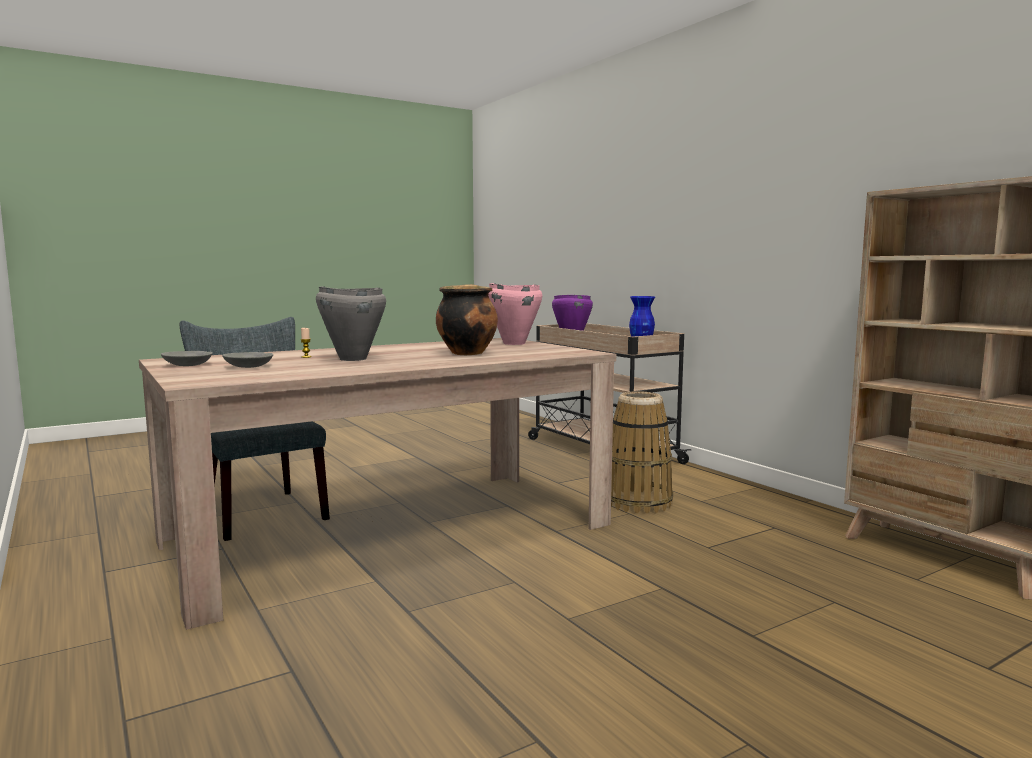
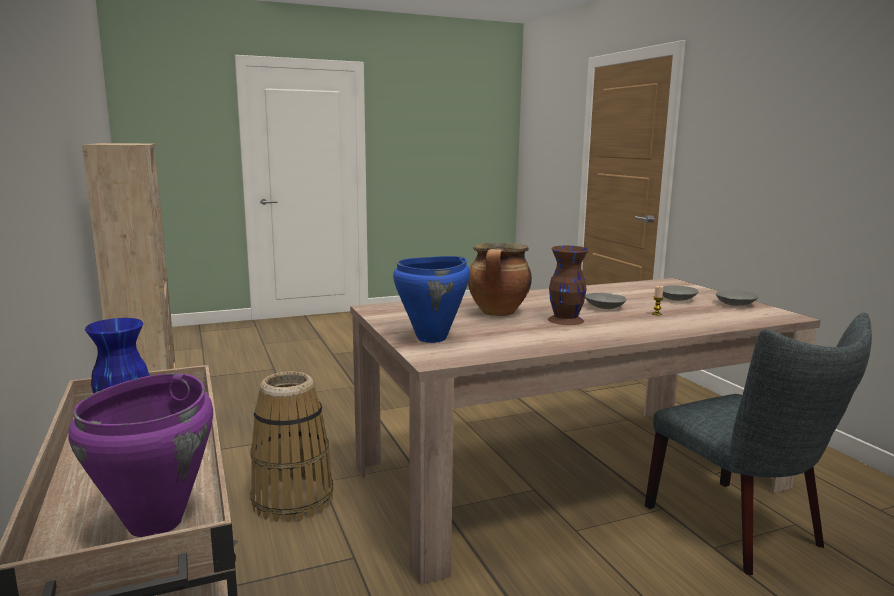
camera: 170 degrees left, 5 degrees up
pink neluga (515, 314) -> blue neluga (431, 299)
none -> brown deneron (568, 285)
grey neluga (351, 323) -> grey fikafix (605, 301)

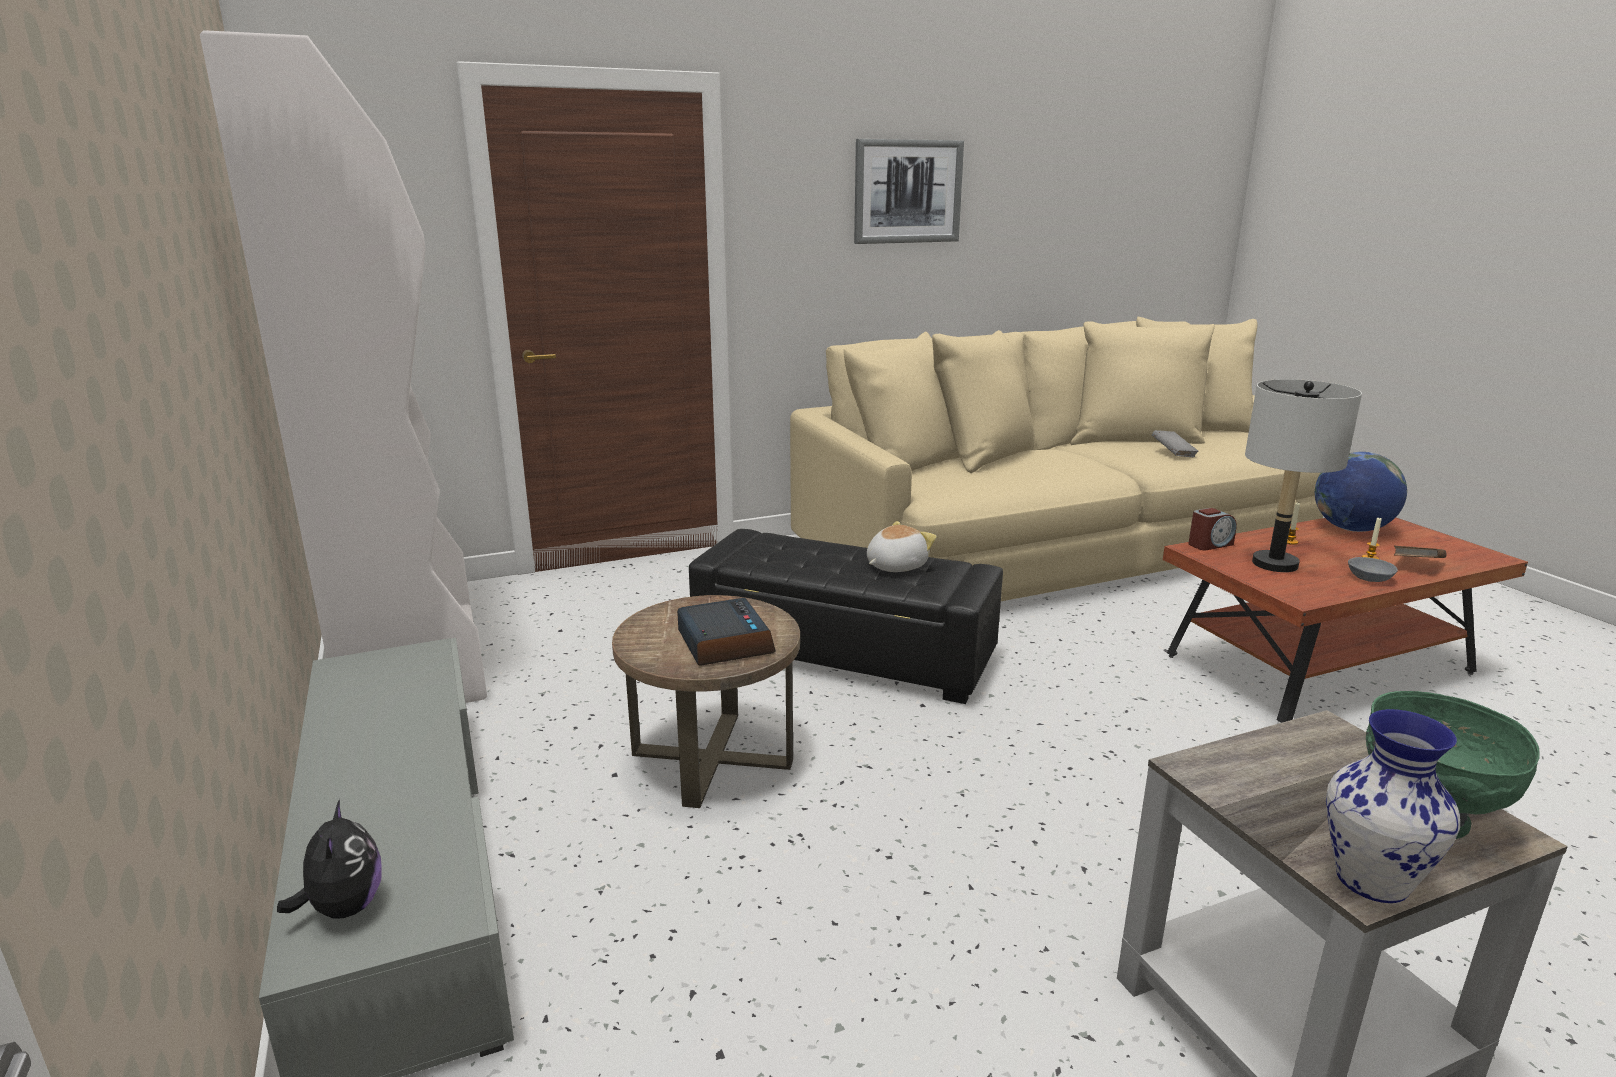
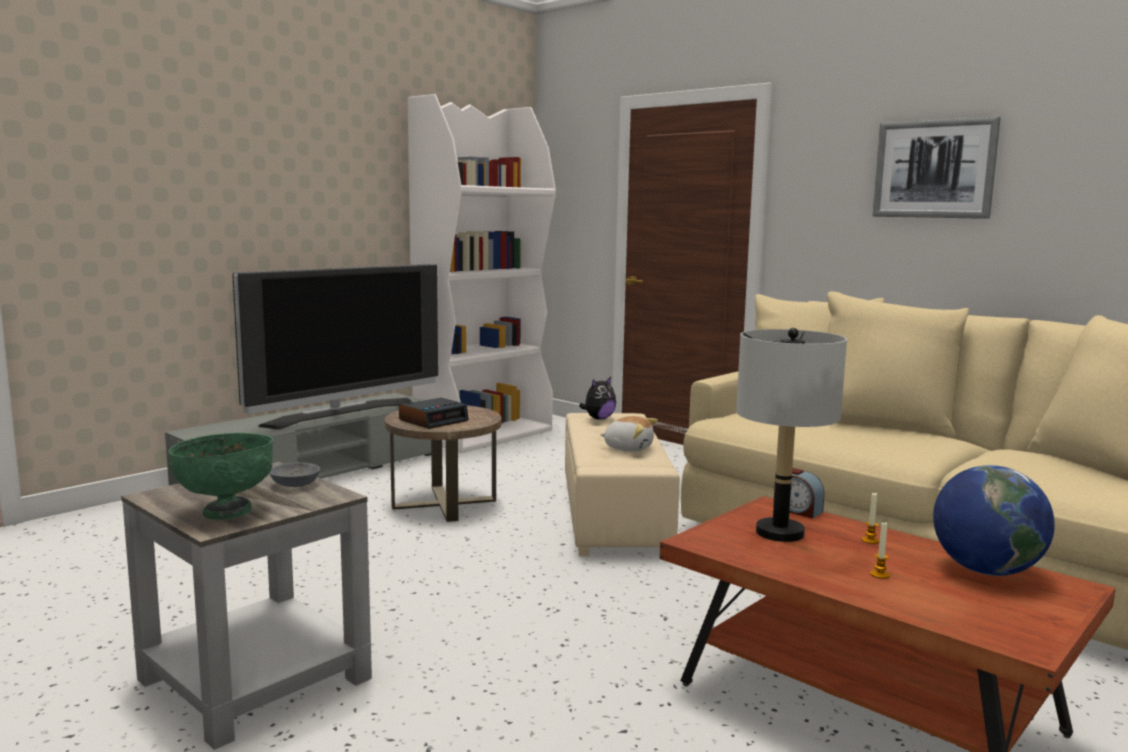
camera: 65 degrees right, 10 degrees down
none -> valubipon (335, 346)
grey fikafix (1373, 569) -> grey fikafix (295, 474), move
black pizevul (846, 616) -> beige pizevul (622, 484)
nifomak (329, 859) -> nifomak (597, 398), move
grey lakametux (1175, 443) -> none
deneron (1393, 806) -> none
brown lakametux (1420, 552) -> none

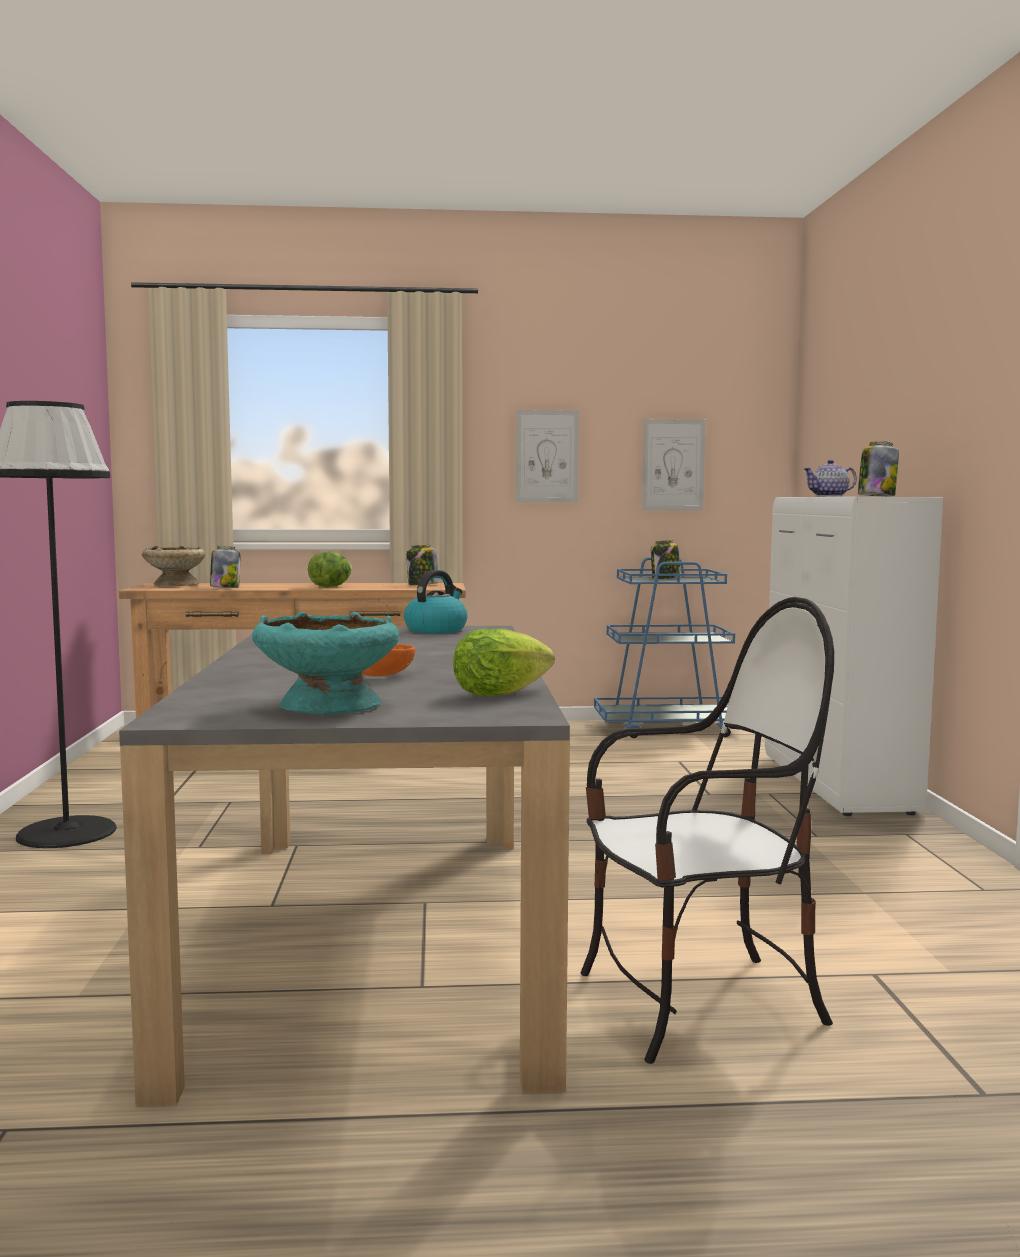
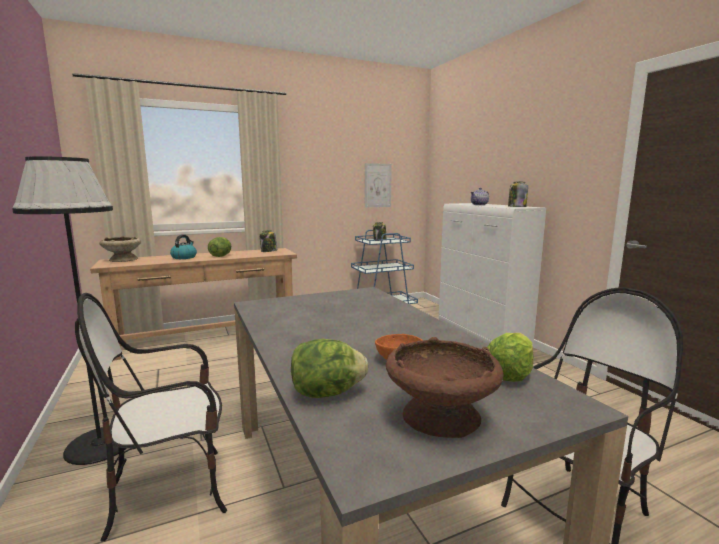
camera: 20 degrees left, 5 degrees up
none -> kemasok (151, 417)
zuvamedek (436, 602) -> zuvamedek (183, 246), move
none -> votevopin (329, 368)
turquoise fikafix (325, 663) -> brown fikafix (444, 387)
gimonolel (225, 567) -> none
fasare (547, 456) -> none

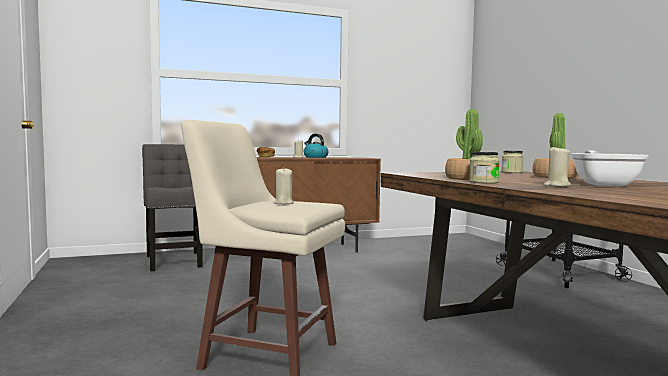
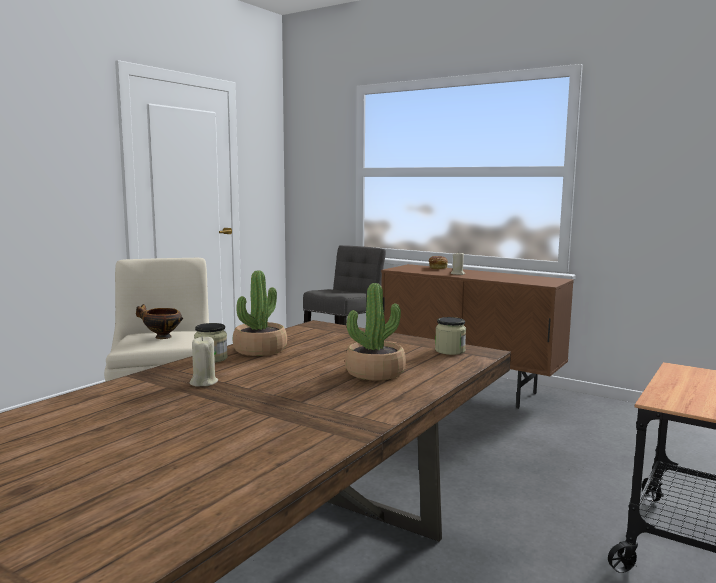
camera: 55 degrees right, 5 degrees up
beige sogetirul (283, 185) -> fikafix (159, 321)
zuvamedek (316, 146) -> none
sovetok (610, 168) -> none

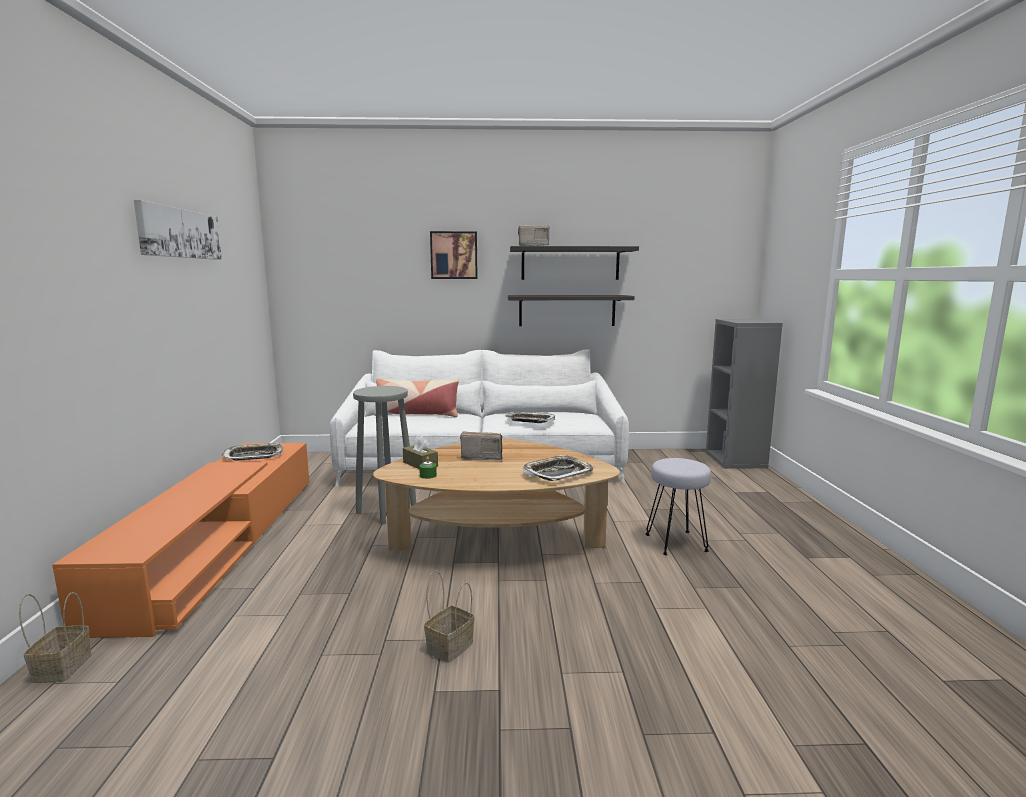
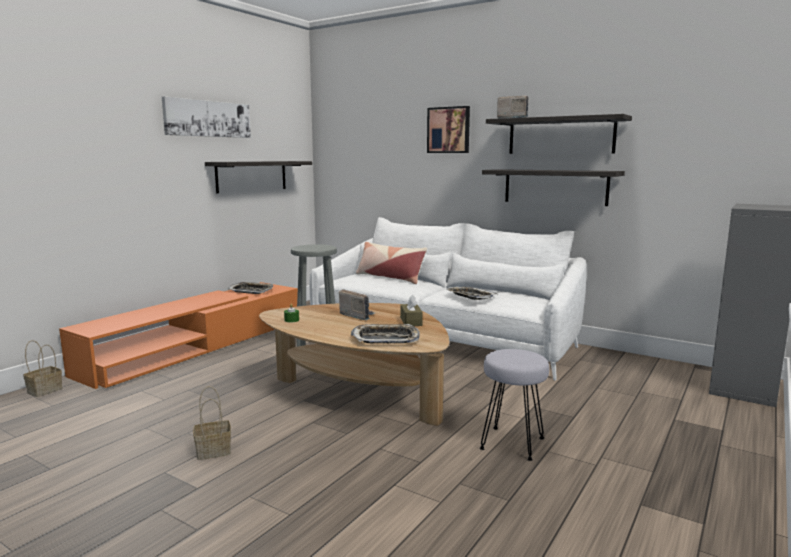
camera: 35 degrees right, 0 degrees up
none -> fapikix (258, 177)
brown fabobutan (420, 452) -> brown fabobutan (411, 310), move

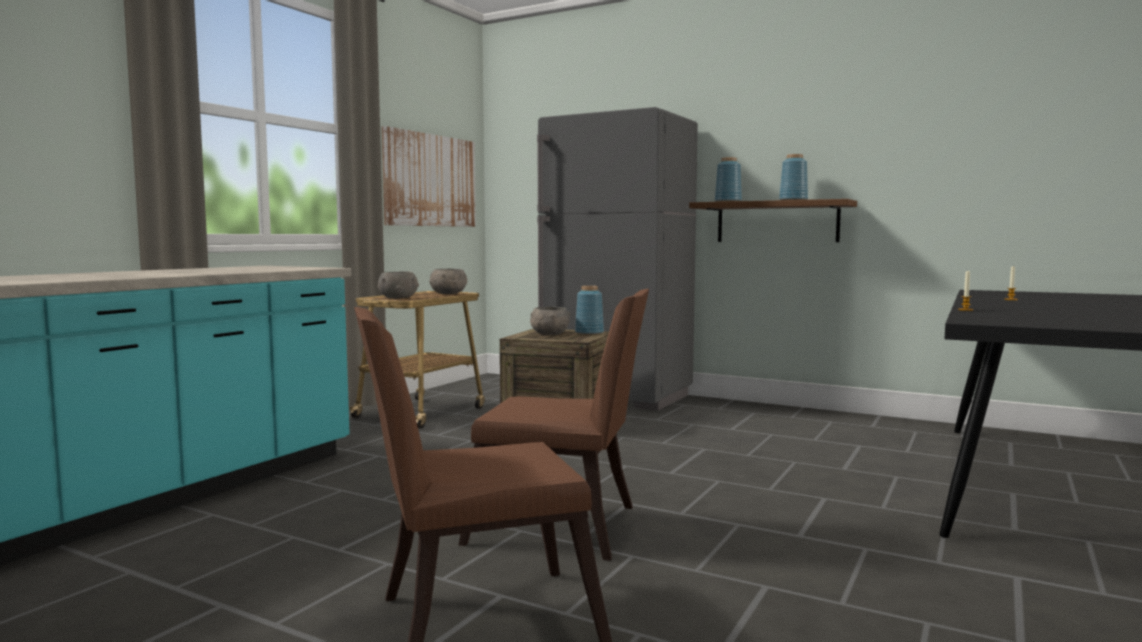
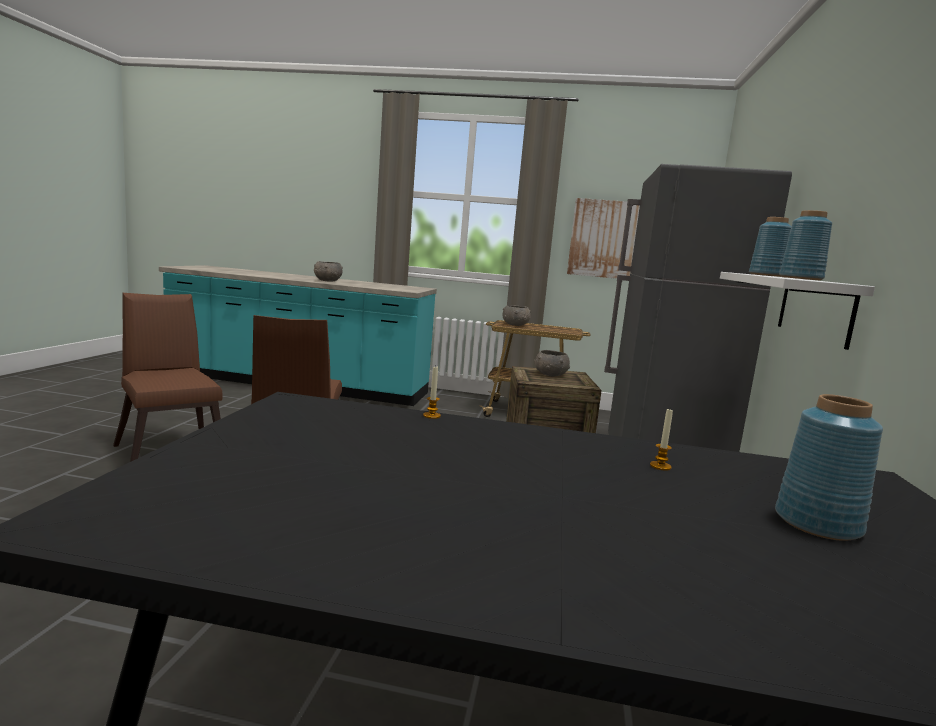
camera: 70 degrees right, 5 degrees up
grey fikafix (448, 281) -> grey fikafix (328, 271), move
brown fapikix (773, 220) -> white fapikix (797, 311)
blue deneron (589, 310) -> blue deneron (829, 467), move

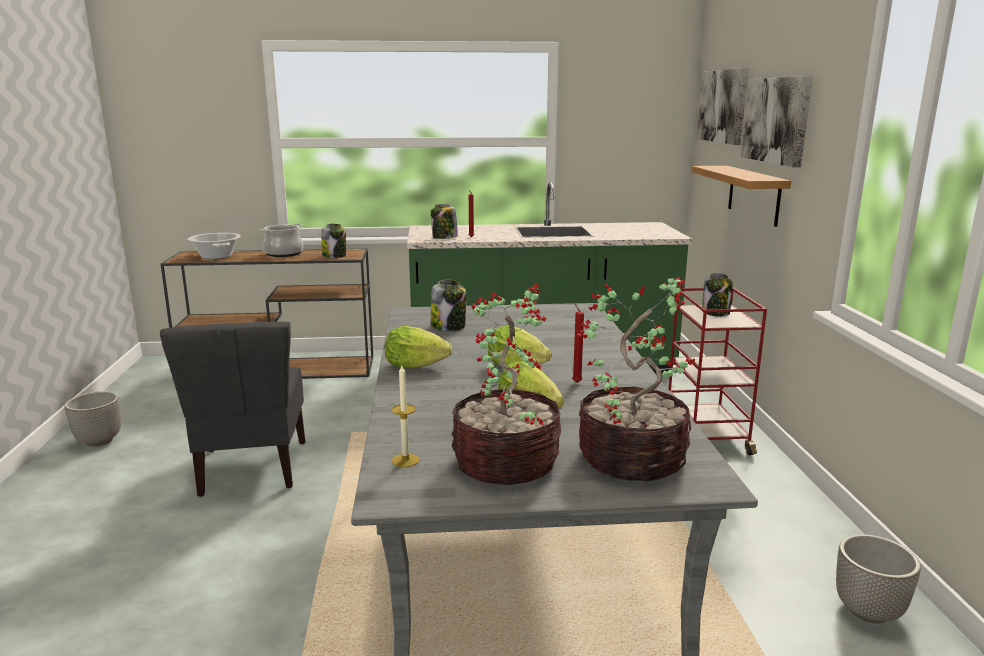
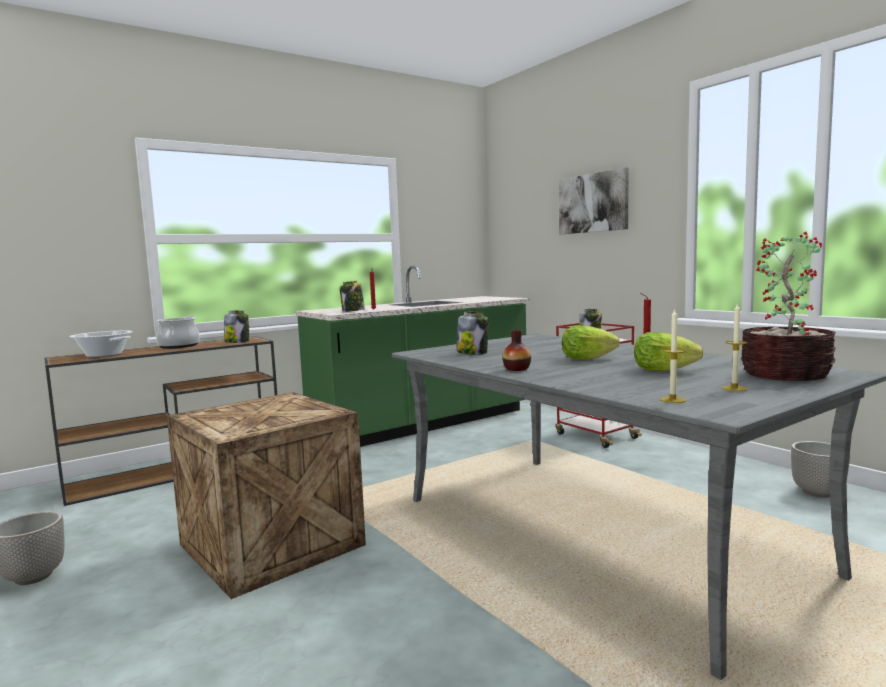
camera: 30 degrees left, 10 degrees down
grey kemasok (232, 409) -> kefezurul (266, 495)
votevopin (418, 347) -> deneron (516, 350)
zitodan (506, 384) -> sogetirul (734, 346)
fapikix (741, 196) -> none
fasare (722, 106) -> none

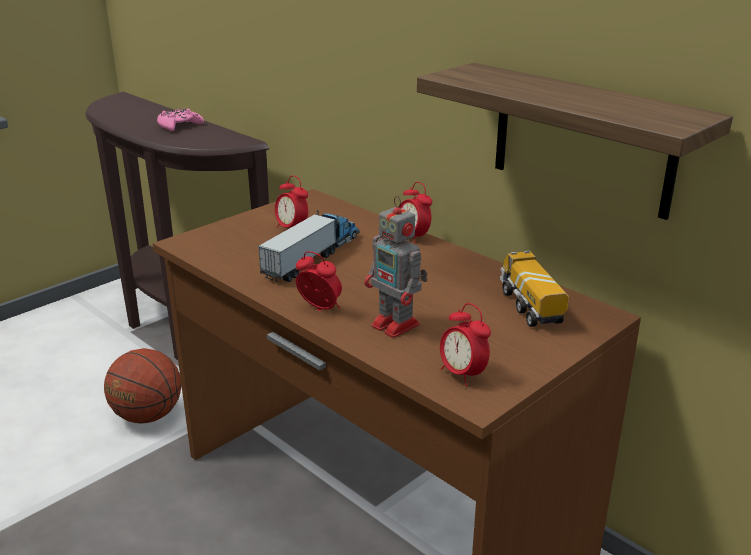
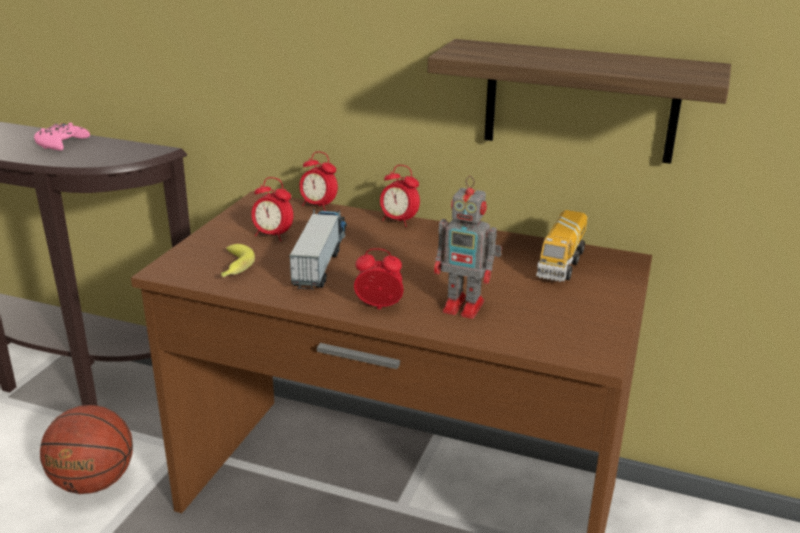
camera: 25 degrees left, 0 degrees up
none -> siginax (238, 260)
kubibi (465, 344) -> kubibi (318, 181), move
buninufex (534, 289) -> buninufex (562, 246), 120 degrees counterclockwise

